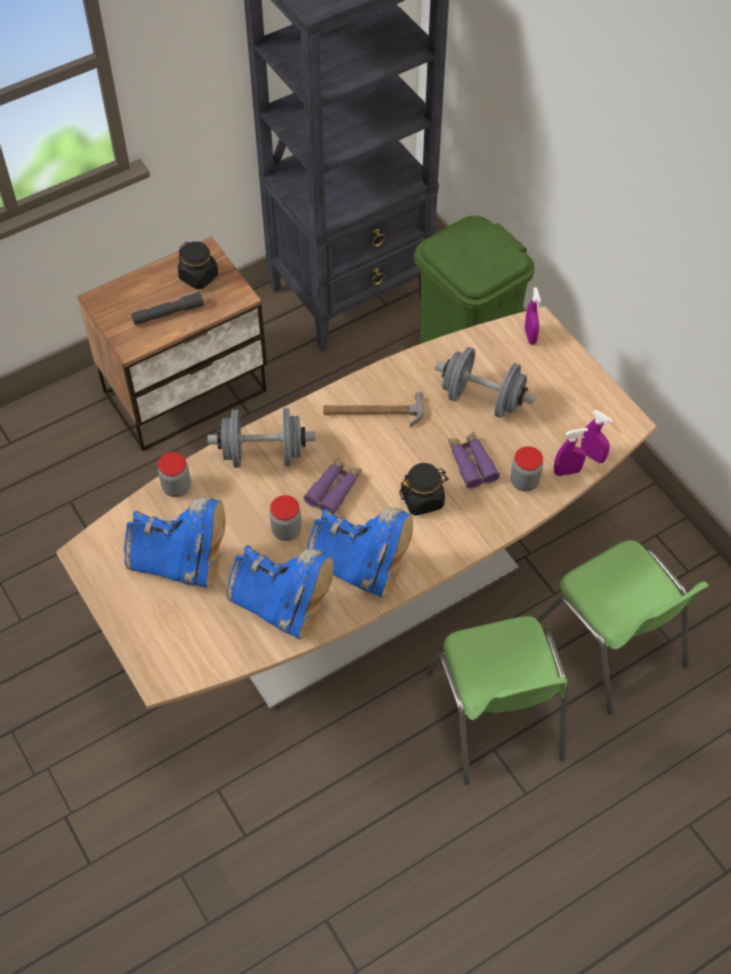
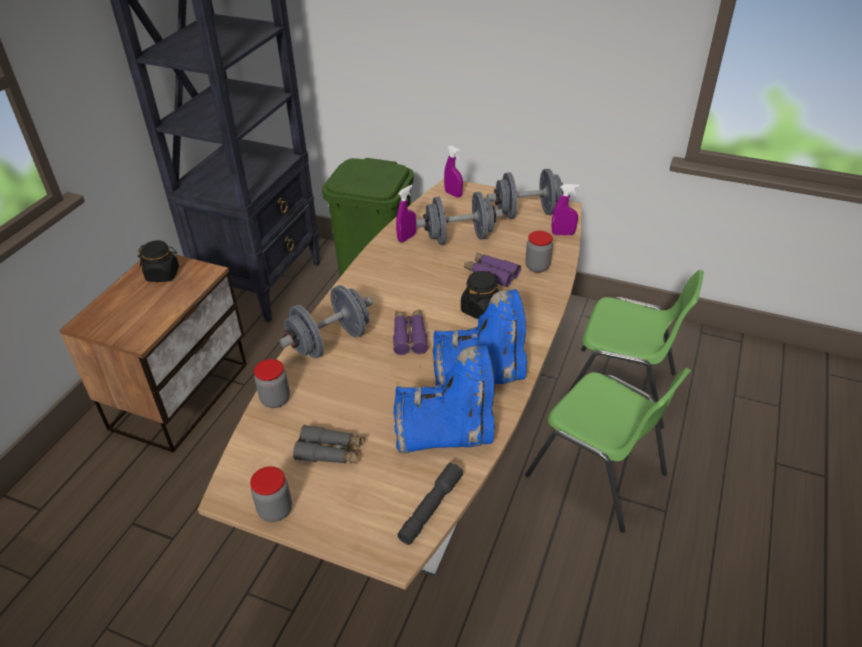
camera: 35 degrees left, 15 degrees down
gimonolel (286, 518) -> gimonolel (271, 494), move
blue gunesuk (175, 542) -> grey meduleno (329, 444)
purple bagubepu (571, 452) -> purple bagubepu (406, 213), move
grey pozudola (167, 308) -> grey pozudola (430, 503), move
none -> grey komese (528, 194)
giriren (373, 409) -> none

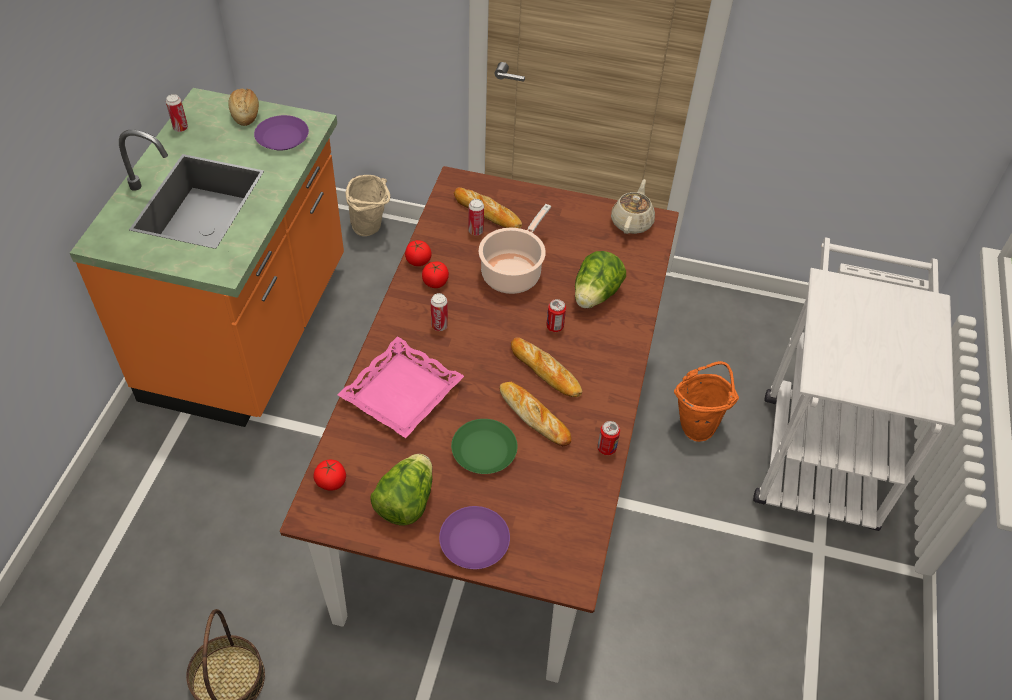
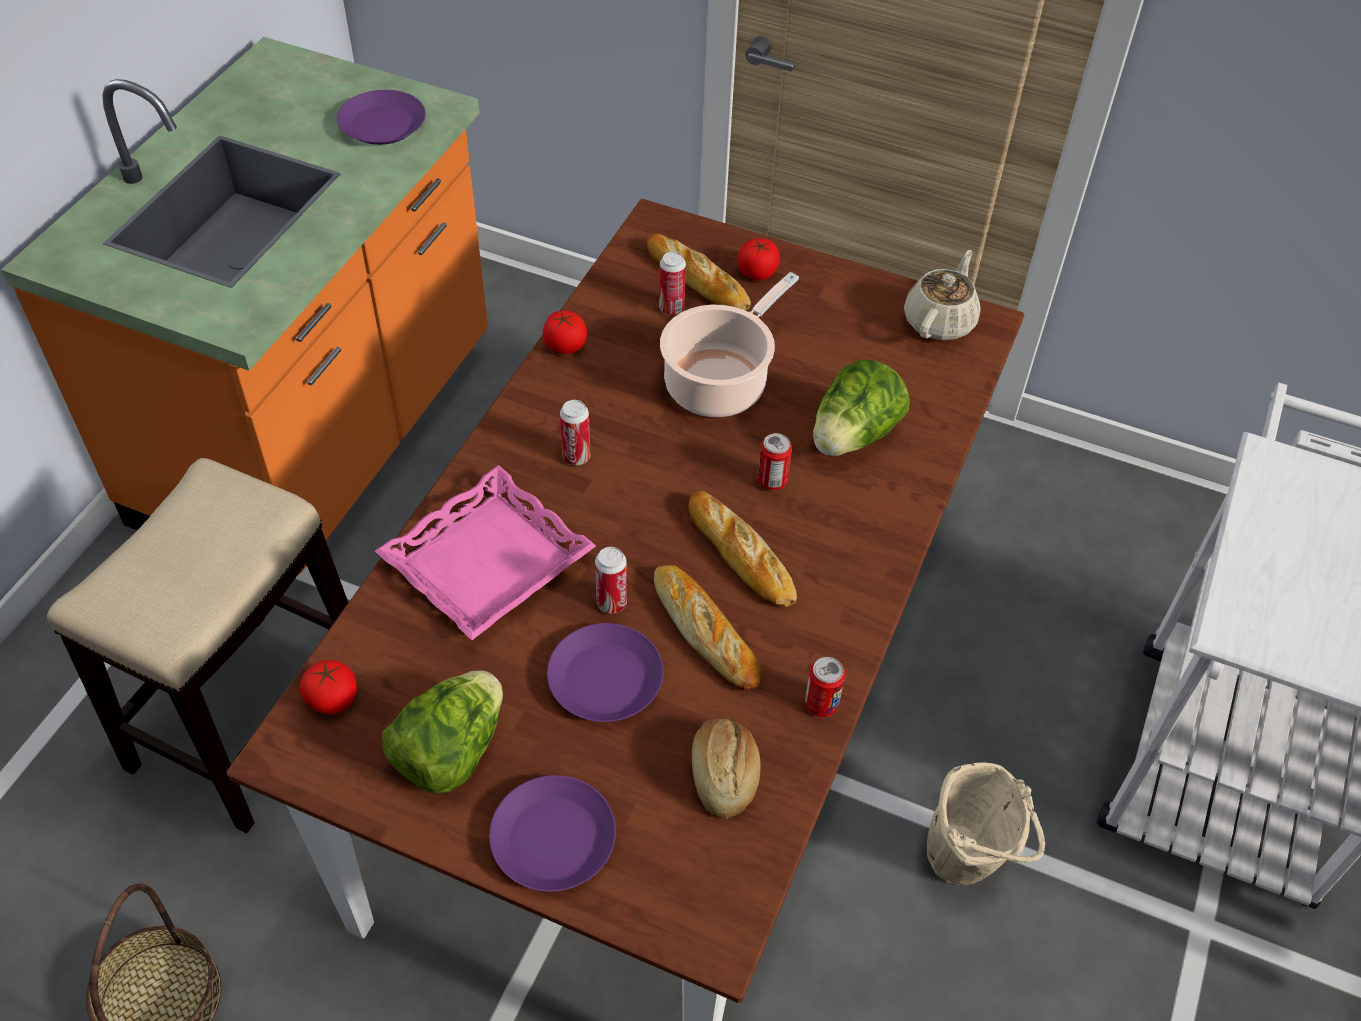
camera: 10 degrees right, 0 degrees up
none -> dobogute (197, 645)
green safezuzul (484, 446) -> purple safezuzul (605, 672)
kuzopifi (177, 113) -> kuzopifi (611, 580), move
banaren (243, 107) -> banaren (726, 768), move
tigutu (435, 274) -> tigutu (758, 259), move
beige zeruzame (367, 205) -> beige zeruzame (986, 823), move
orange zeruzame (706, 401) -> none

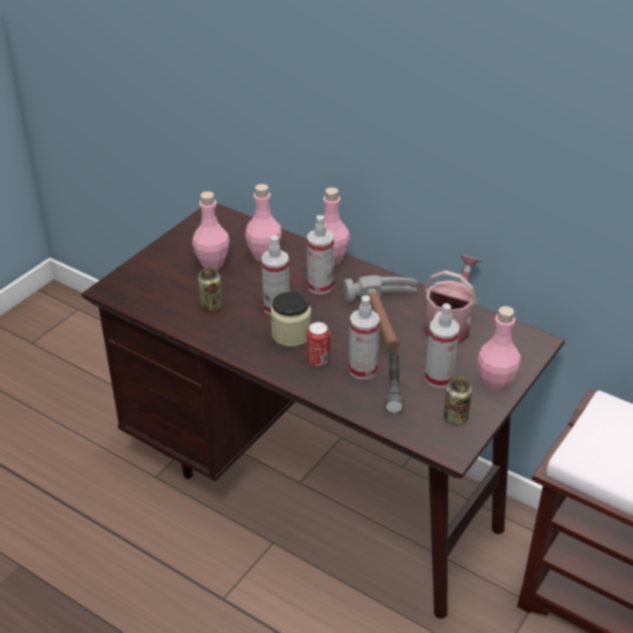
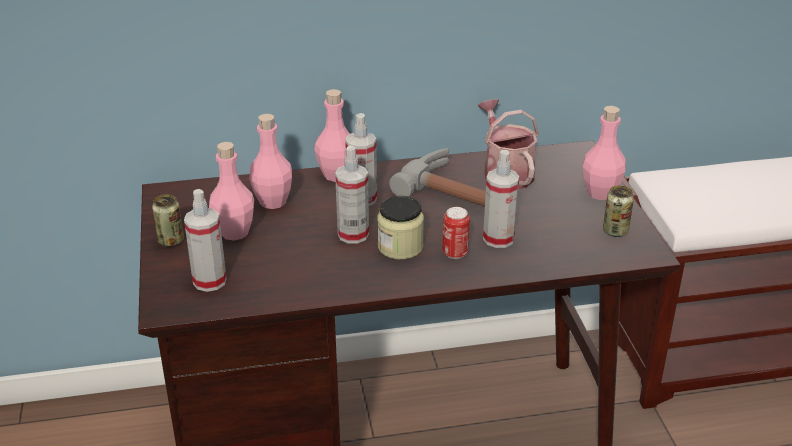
camera: 45 degrees left, 5 degrees down
kuzopifi (210, 289) -> kuzopifi (168, 220), move
bagubepu (442, 345) -> bagubepu (205, 240), move
grey pozudola (394, 383) -> none

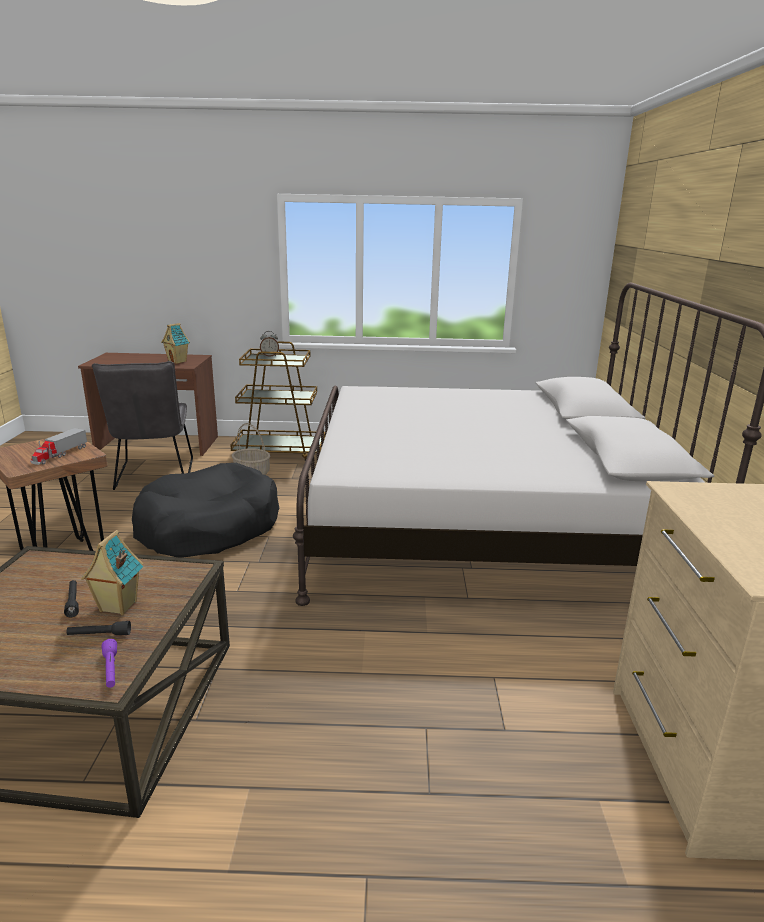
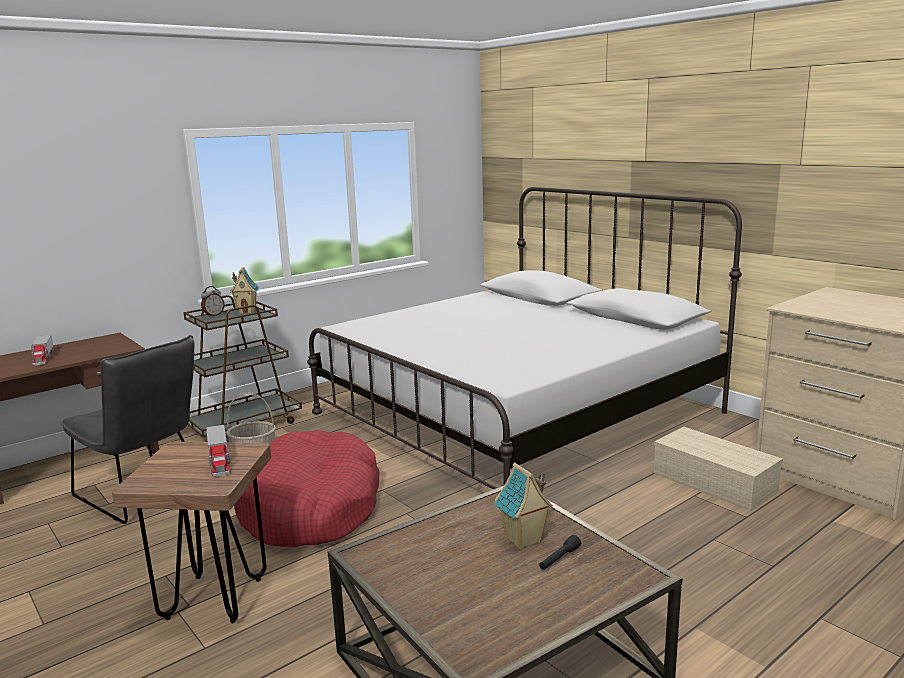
camera: 40 degrees left, 5 degrees down
none -> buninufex (42, 350)
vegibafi (175, 343) -> vegibafi (244, 290), move
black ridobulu (205, 510) -> red ridobulu (306, 488)
none -> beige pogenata (718, 469)
black pozudola (71, 599) -> none
purple pozudola (109, 663) -> none

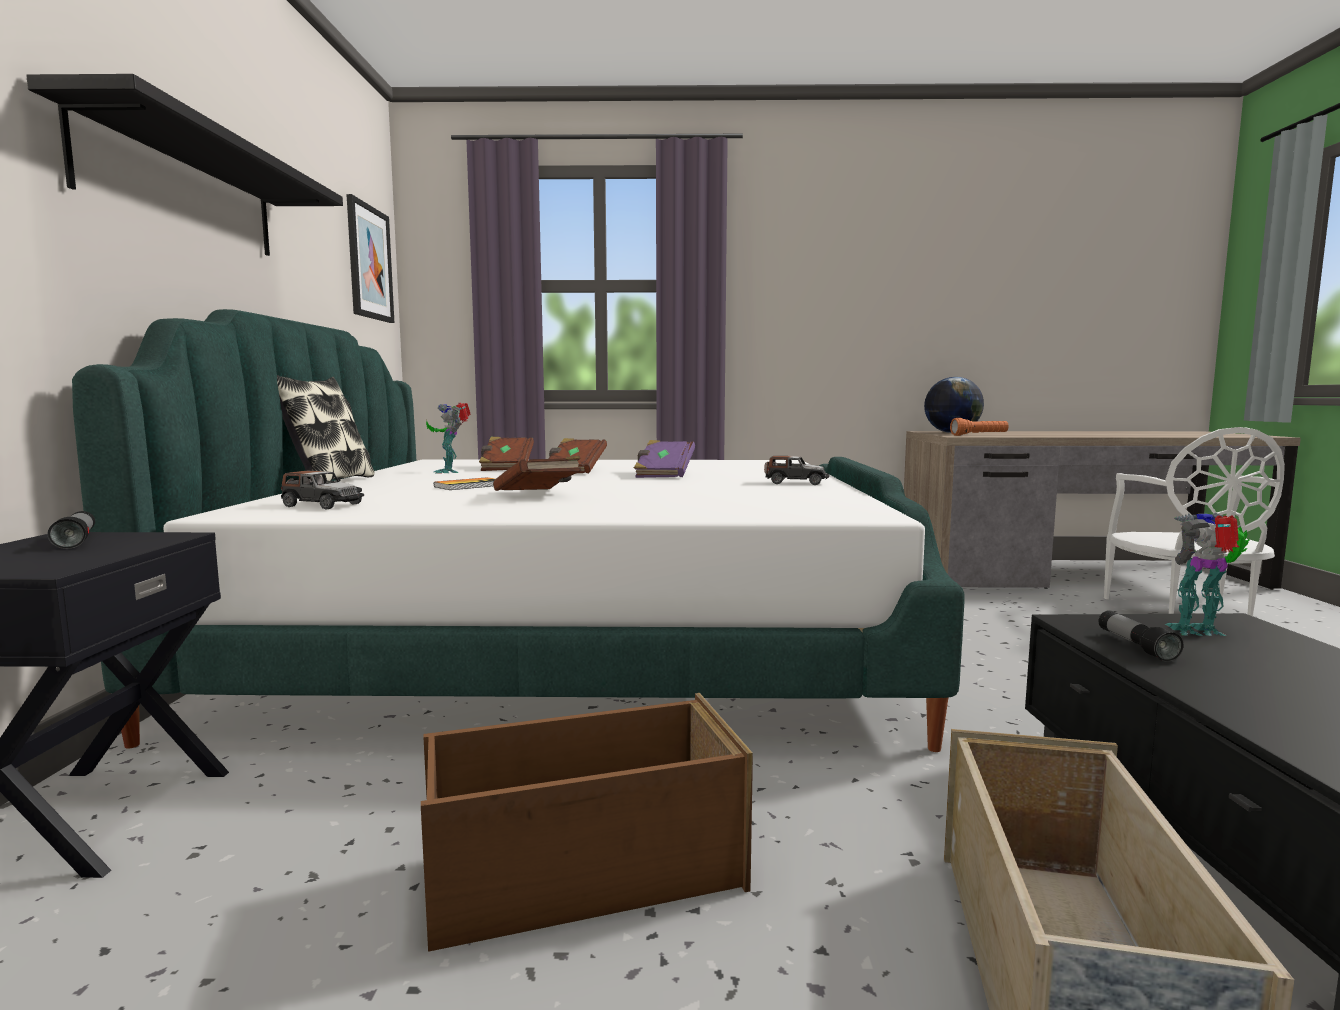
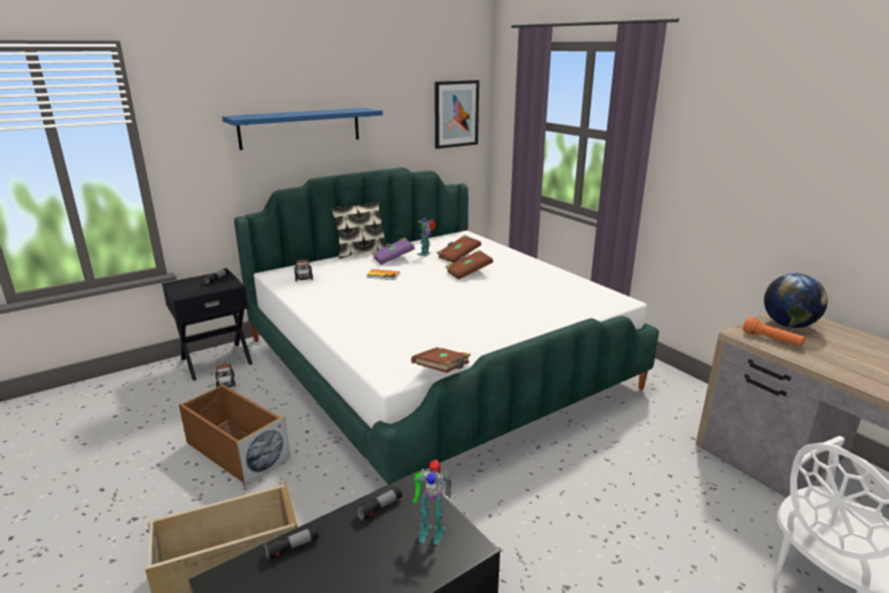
camera: 55 degrees right, 15 degrees up
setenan (796, 470) -> setenan (225, 375), move
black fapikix (184, 165) -> blue fapikix (302, 129)
none -> pozudola (291, 543)
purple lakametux (664, 459) -> purple lakametux (393, 251), move
brown lakametux (537, 473) -> brown lakametux (441, 360), move
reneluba (1207, 574) -> reneluba (432, 502), 135 degrees clockwise

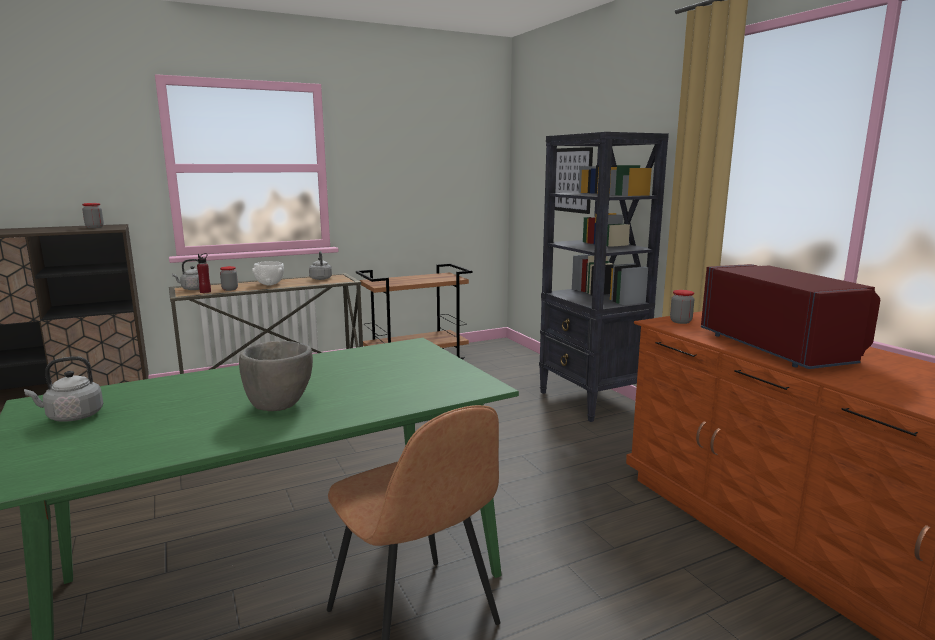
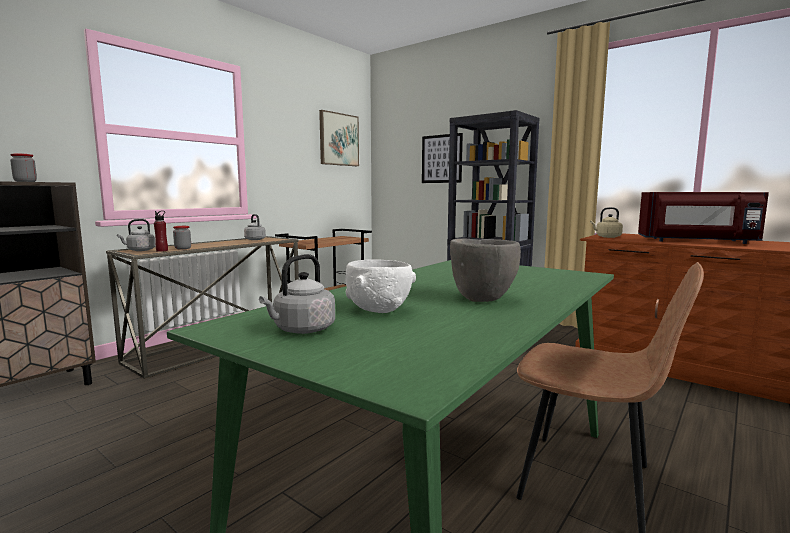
camera: 25 degrees left, 5 degrees down
none -> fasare (339, 138)
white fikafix (268, 273) -> white fikafix (381, 286), move
gimonolel (682, 307) -> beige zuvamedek (606, 222)
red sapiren (790, 316) -> red sapiren (703, 218), 150 degrees clockwise

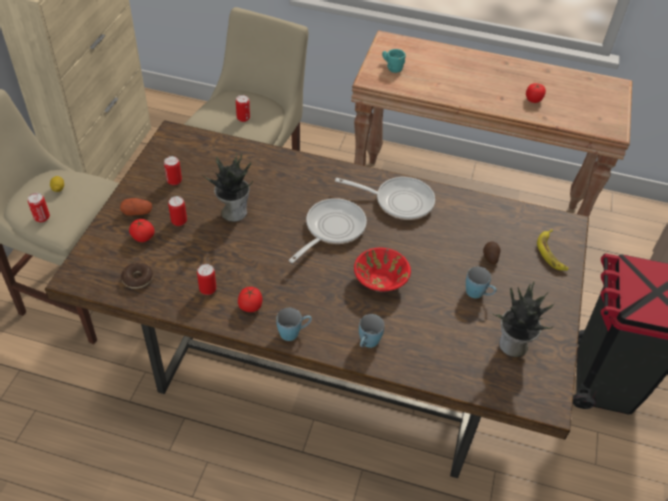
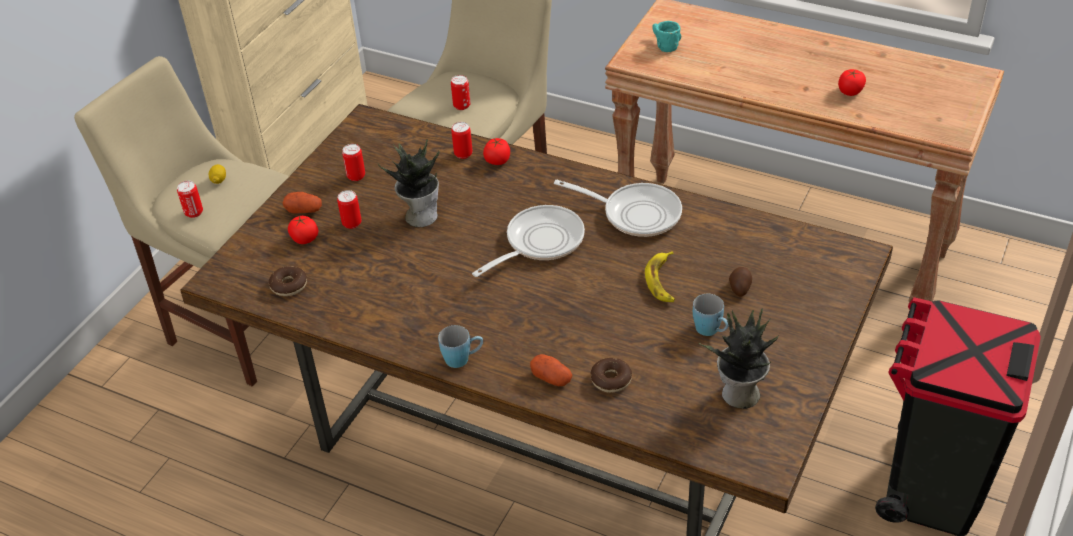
camera: 15 degrees right, 5 degrees down
kuzopifi (206, 279) -> kuzopifi (462, 140), move
tigutu (250, 299) -> tigutu (496, 151), move
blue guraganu (372, 331) -> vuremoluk (551, 370)
none -> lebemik (611, 375)
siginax (552, 250) -> siginax (660, 276), move
red fikafix (382, 270) -> none

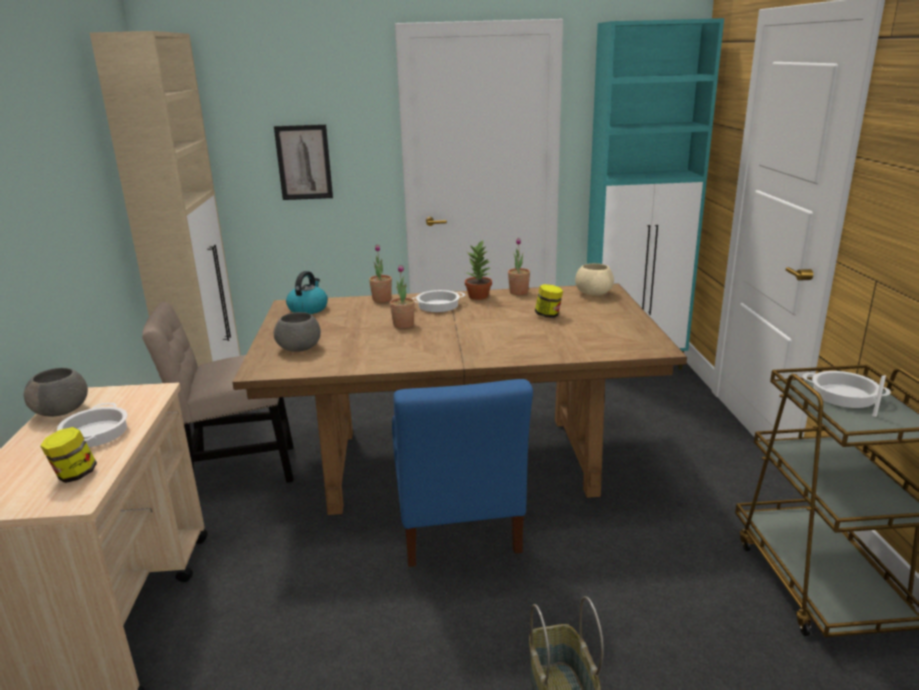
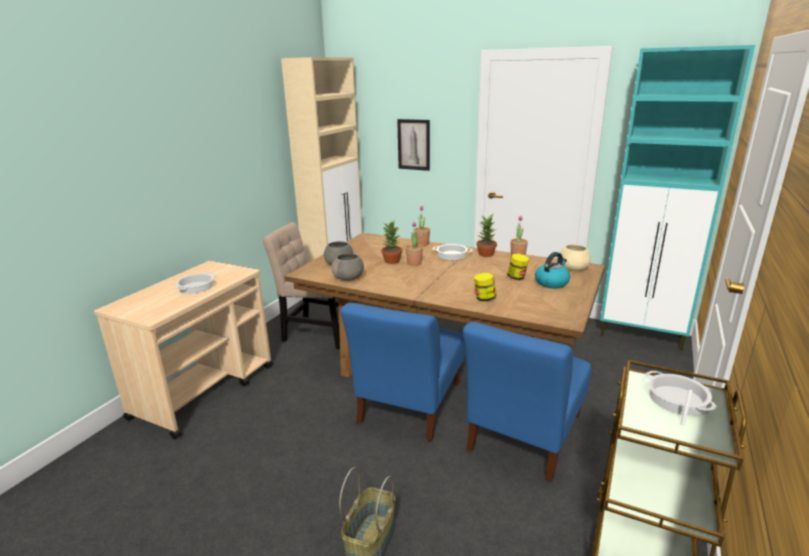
camera: 30 degrees right, 0 degrees up
grey fikafix (56, 392) -> grey fikafix (347, 267), move
none -> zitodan (391, 242)
none -> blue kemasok (527, 402)
gimonolel (68, 455) -> gimonolel (485, 287), move
zuvamedek (307, 292) -> zuvamedek (552, 270), move

